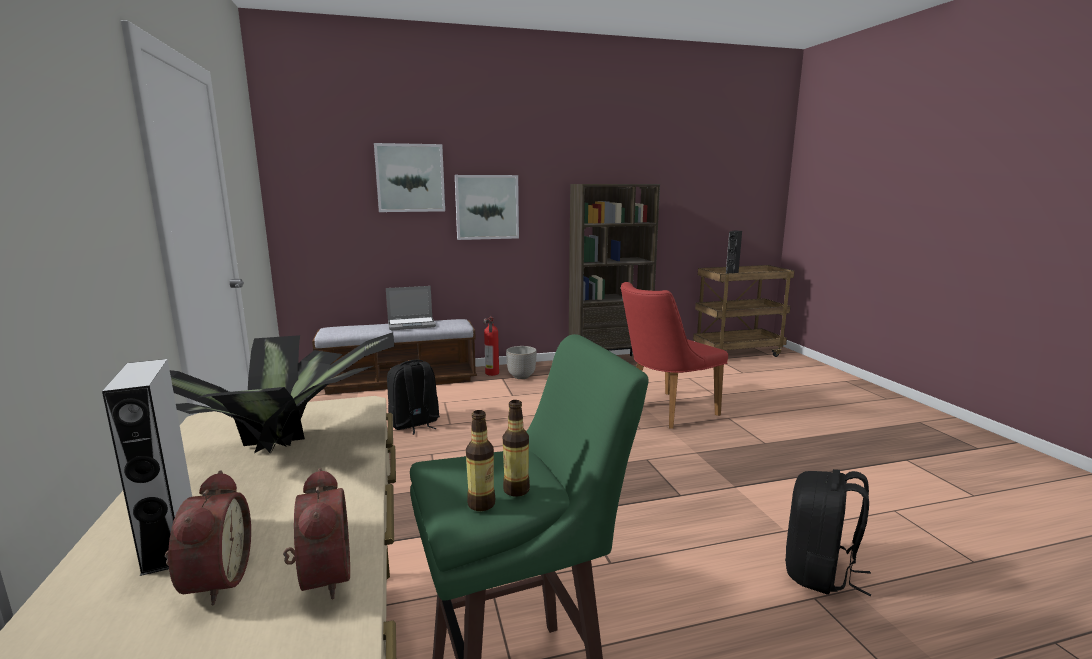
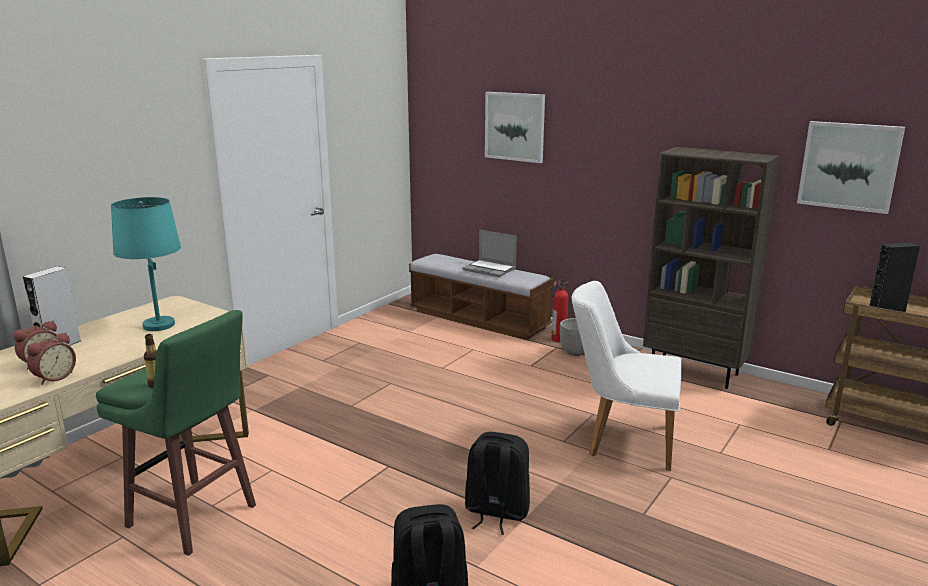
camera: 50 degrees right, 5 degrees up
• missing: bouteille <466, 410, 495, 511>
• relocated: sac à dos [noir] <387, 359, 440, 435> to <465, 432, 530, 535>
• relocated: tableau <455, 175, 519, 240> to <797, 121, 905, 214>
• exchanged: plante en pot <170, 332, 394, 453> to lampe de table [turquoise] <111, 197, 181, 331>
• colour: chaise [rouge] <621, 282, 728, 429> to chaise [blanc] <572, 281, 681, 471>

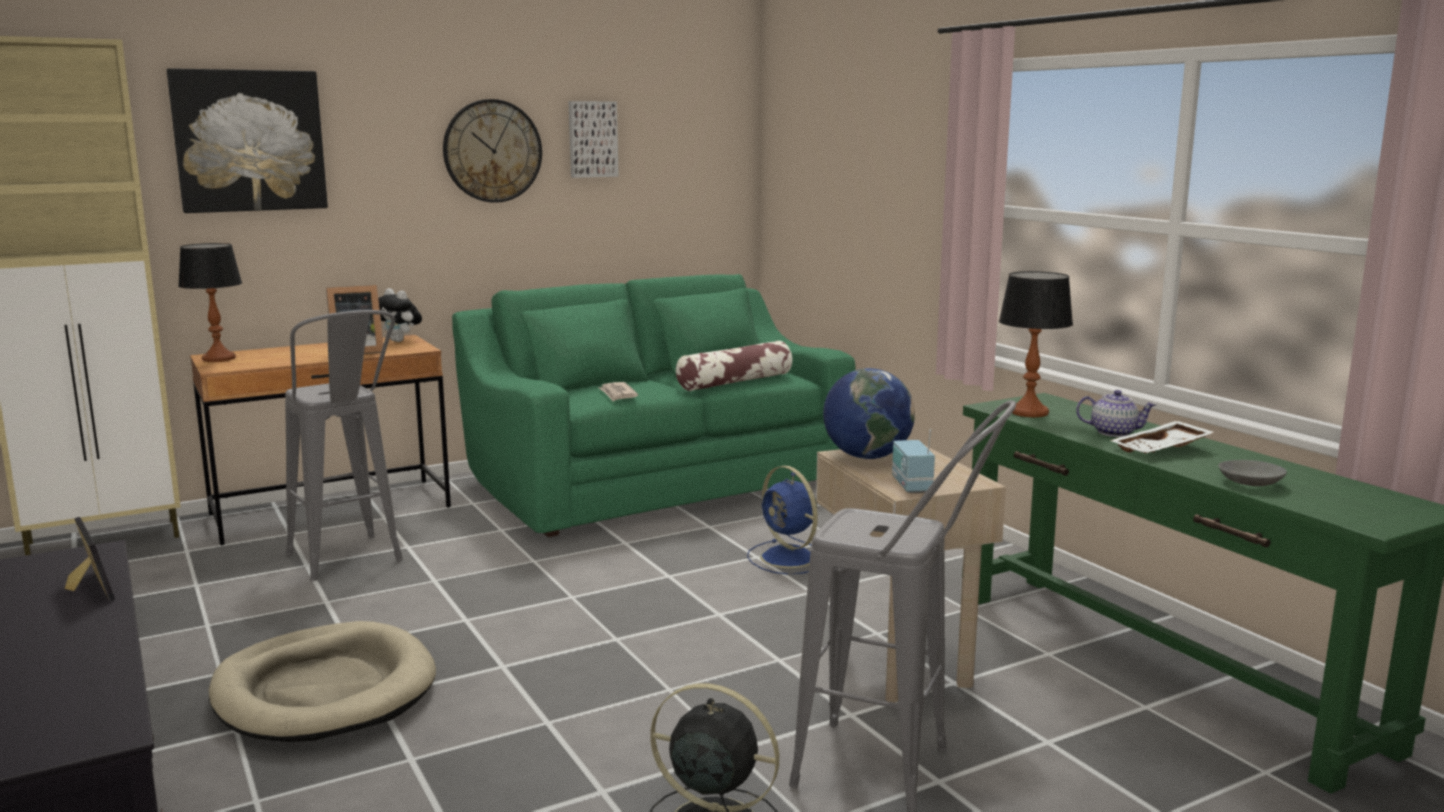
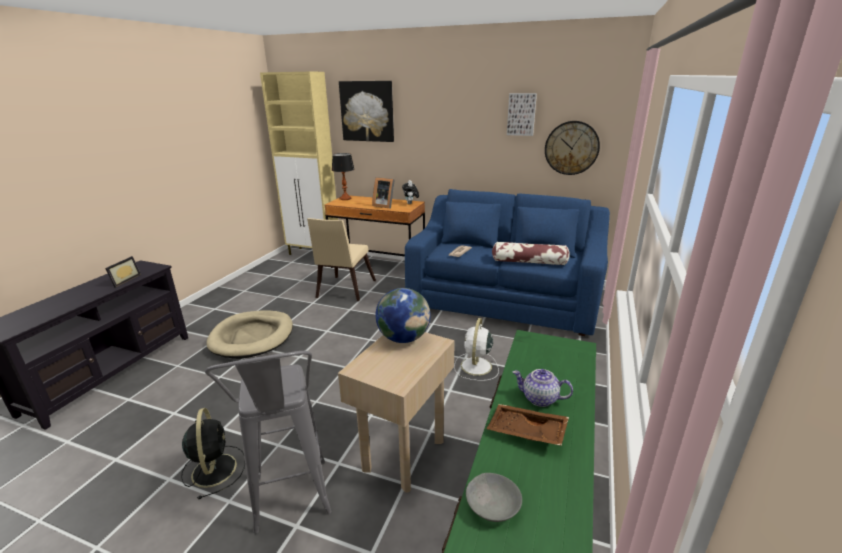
camera: 50 degrees right, 10 degrees up
• missing: radio <892, 429, 935, 493>
• missing: lampe de table <999, 271, 1073, 417>
• relocated: horloge murale <443, 99, 542, 203> to <545, 121, 600, 175>
• exchanged: tabouret [gris] <285, 310, 403, 581> to chaise [beige] <307, 218, 376, 301>
• colour: canapé [vert] <452, 274, 856, 537> to canapé [bleu] <405, 189, 610, 336>
• colour: ventilateur [bleu] <747, 466, 818, 574> to ventilateur [blanc] <454, 318, 499, 381>
• colour: plateau [blanc] <1110, 421, 1215, 454> to plateau [marron] <487, 404, 569, 446>
• spun: théière <1076, 390, 1157, 437> = <513, 369, 573, 407> 135 degrees clockwise

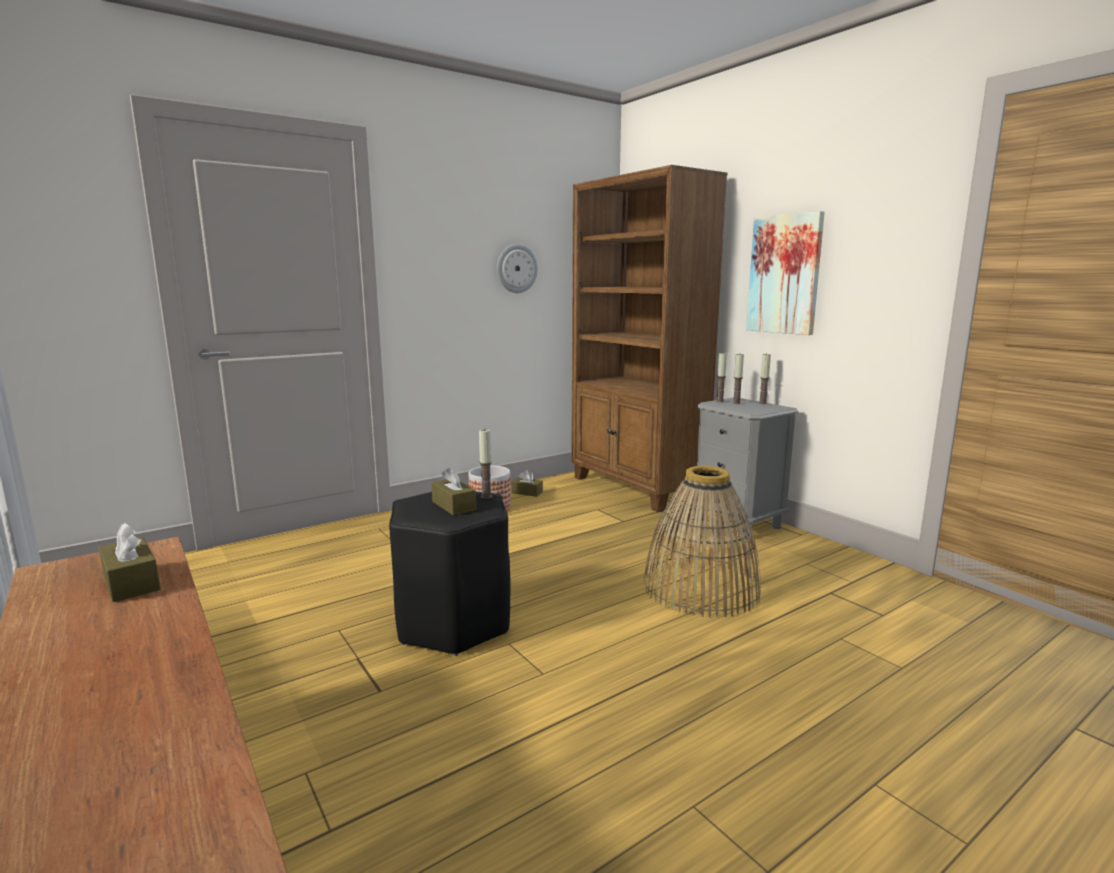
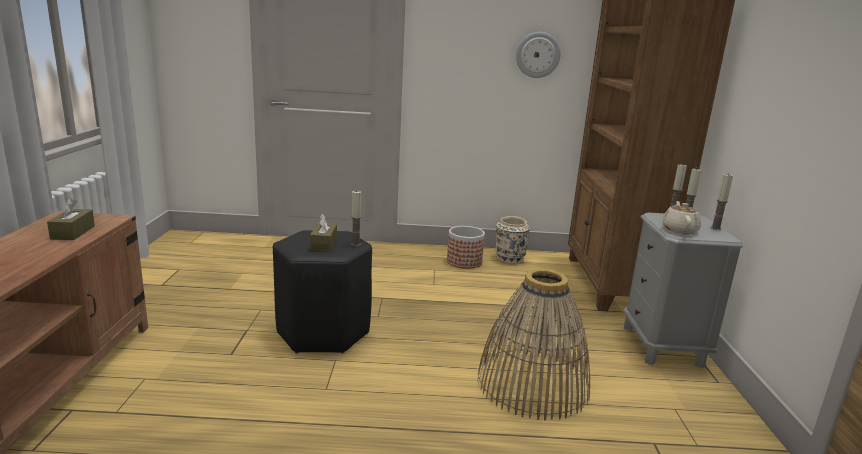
camera: 35 degrees right, 5 degrees up
• missing: tableau <746, 211, 825, 335>
• appeared: théière [beige] <663, 201, 701, 234>
• exchanged: boîte à mouchoirs [marron] <511, 470, 543, 497> to vase [beige] <495, 216, 530, 264>

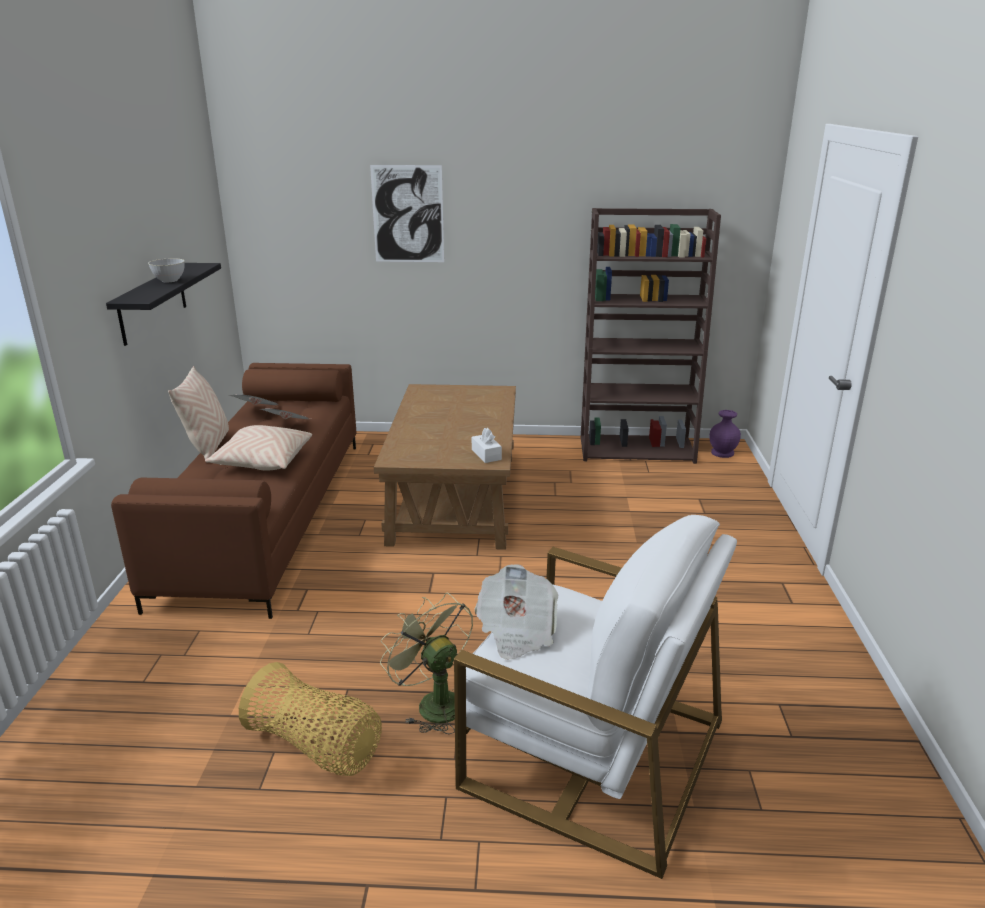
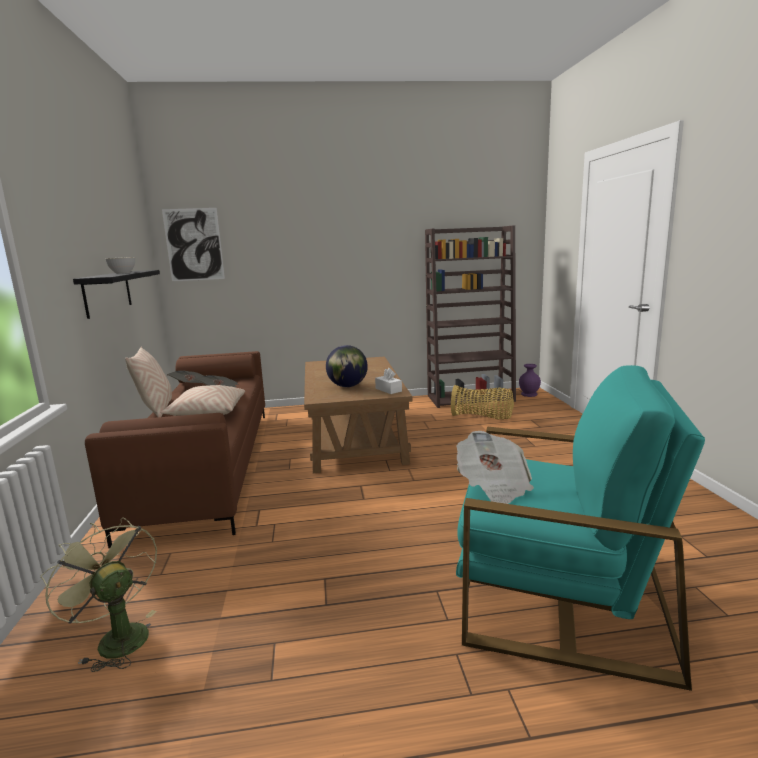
camera: 10 degrees left, 10 degrees down
• appeared: globe <326, 345, 368, 387>
• relocated: panier <239, 662, 382, 776> to <451, 385, 514, 419>
• relocated: tableau <370, 165, 444, 262> to <162, 208, 225, 281>
• relocated: ventilateur [vert] <380, 593, 473, 734> to <40, 518, 157, 672>
• colour: fauteuil [blanc] <454, 515, 737, 879> to fauteuil [turquoise] <456, 365, 705, 691>

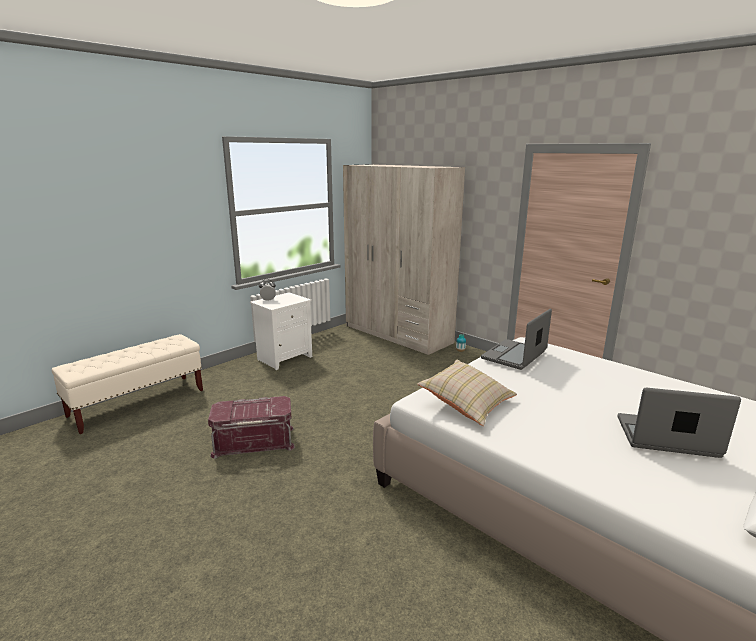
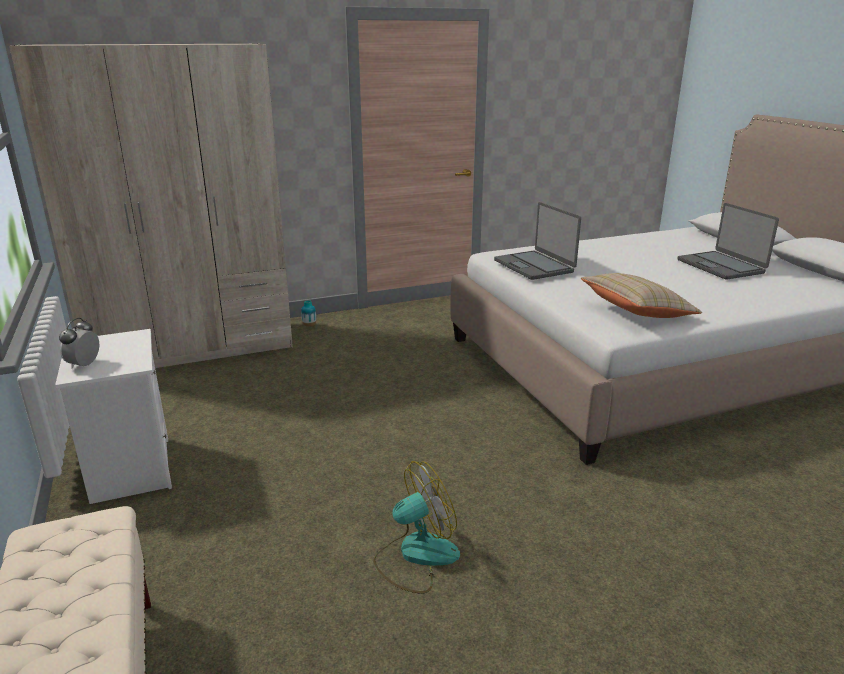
camera: 65 degrees left, 5 degrees up
• exchanged: boîte de rangement [rouge] <208, 396, 295, 459> to ventilateur <373, 461, 460, 594>
• spun: ordinateur portable <617, 388, 741, 458> = <677, 203, 779, 280> 60 degrees counterclockwise

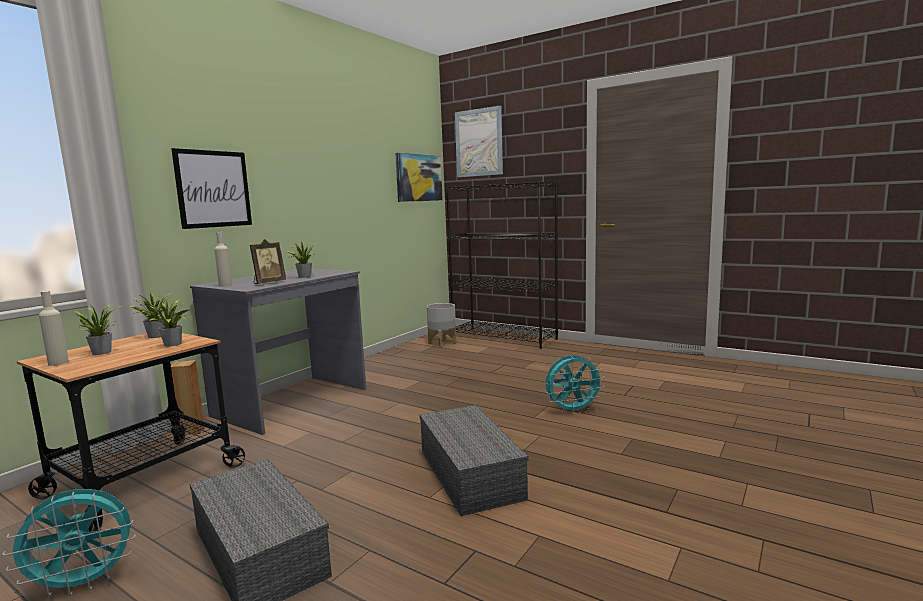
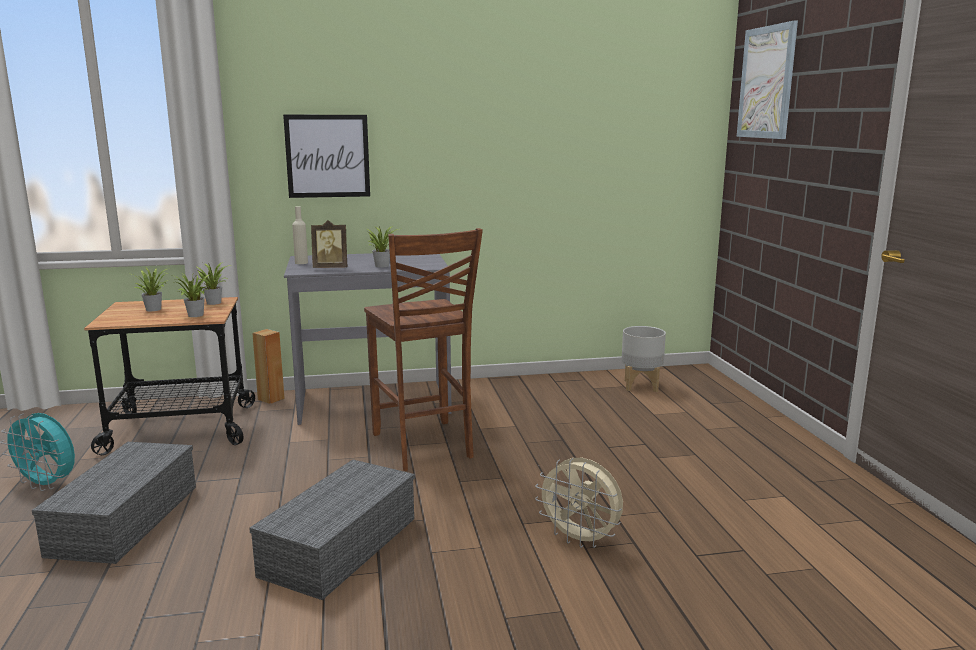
camera: 45 degrees right, 5 degrees up
• missing: bouteille [beige] <39, 291, 69, 366>
• missing: tableau <395, 153, 443, 202>
• missing: bibliothèque [noir] <446, 181, 558, 349>
• appeared: chaise [marron] <364, 228, 483, 471>
• colour: ventilateur [turquoise] <546, 355, 604, 415> to ventilateur [beige] <535, 458, 623, 548>

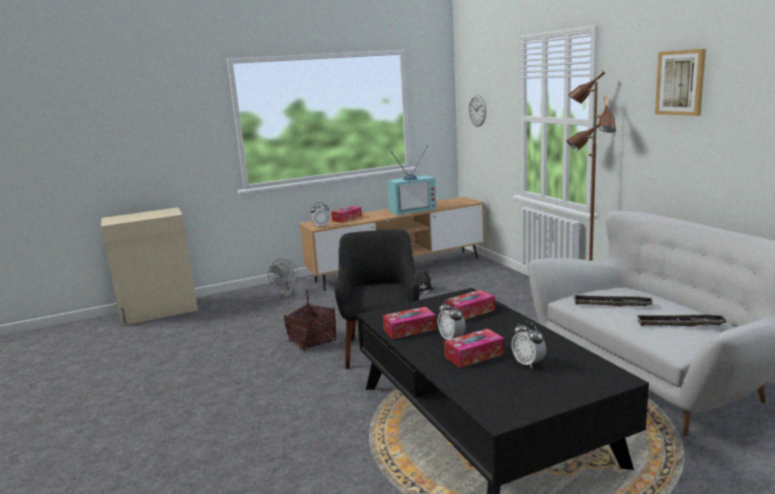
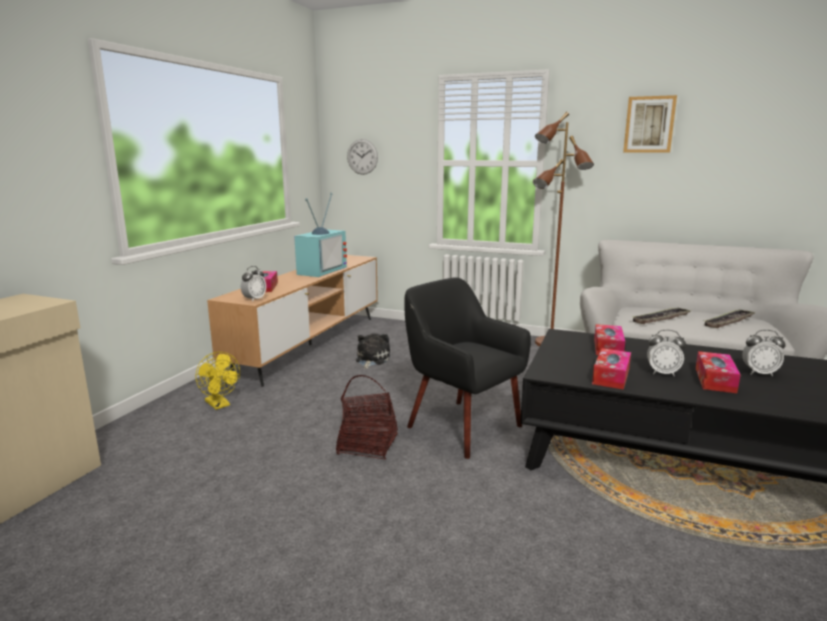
camera: 45 degrees left, 0 degrees up
• colour: ventilateur [gris] <268, 259, 299, 298> to ventilateur [jaune] <195, 352, 240, 410>

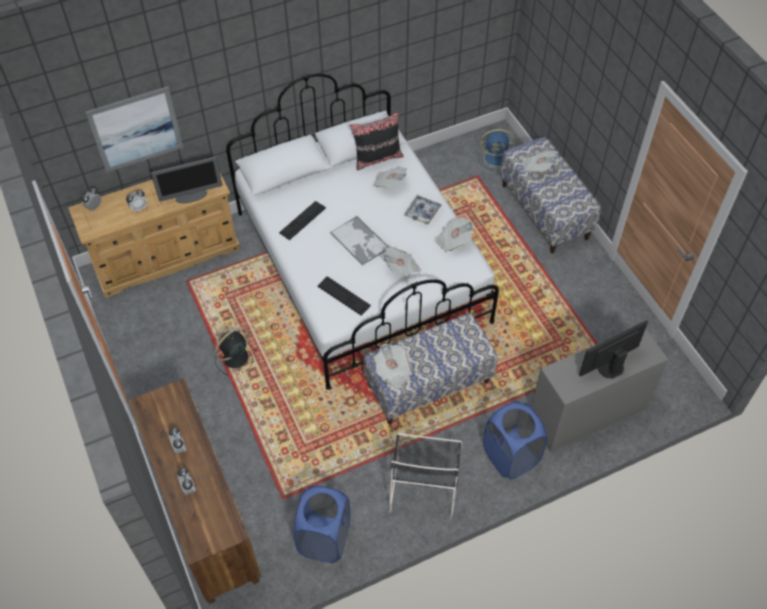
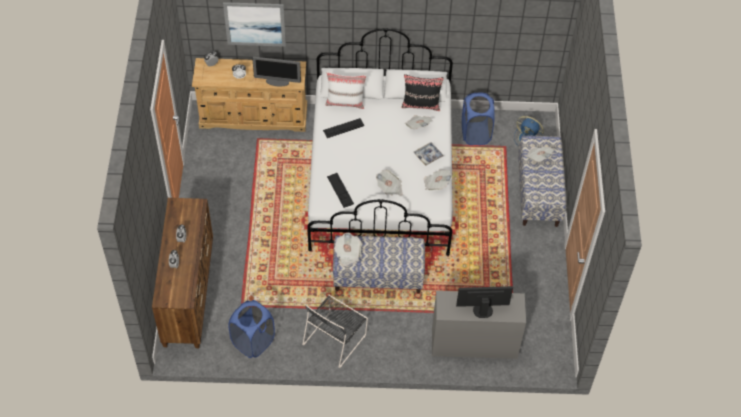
camera: 25 degrees right, 0 degrees up
• missing: ventilateur [noir] <215, 327, 257, 376>
• missing: plateau <330, 216, 389, 266>
• appeared: coussin [blanc] <325, 72, 366, 109>
• relocated: panier à linge [bleu] <483, 401, 547, 479> to <462, 93, 494, 145>

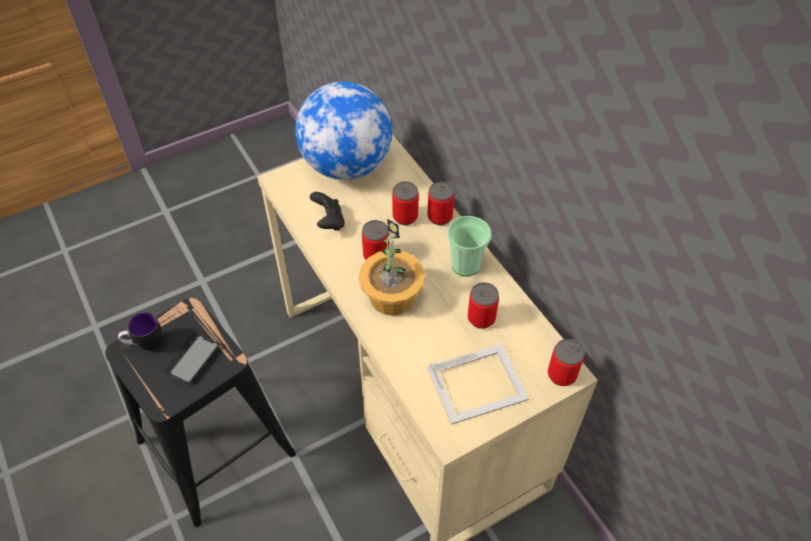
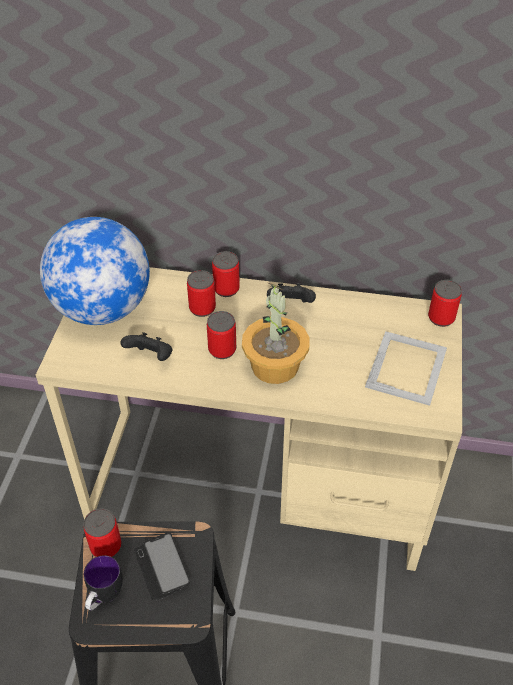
camera: 50 degrees left, 5 degrees down
• relocated: boîte métallique <468, 282, 499, 329> to <84, 508, 122, 557>
• exchanged: tasse <447, 216, 491, 276> to manette [noir] <267, 283, 316, 303>

